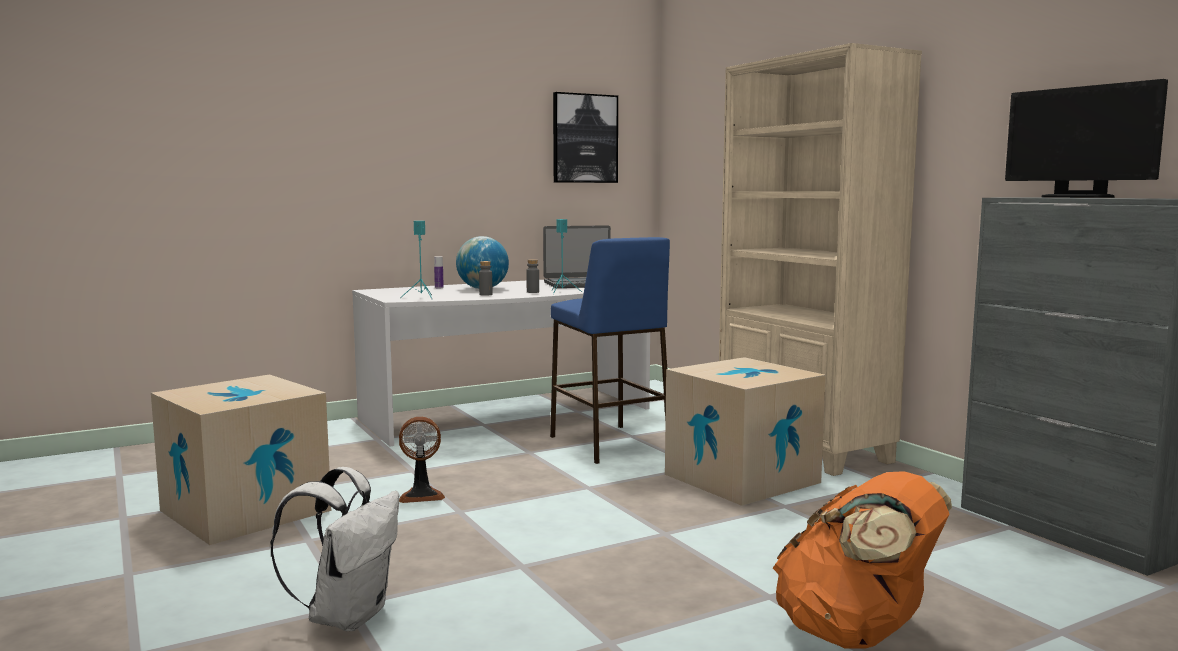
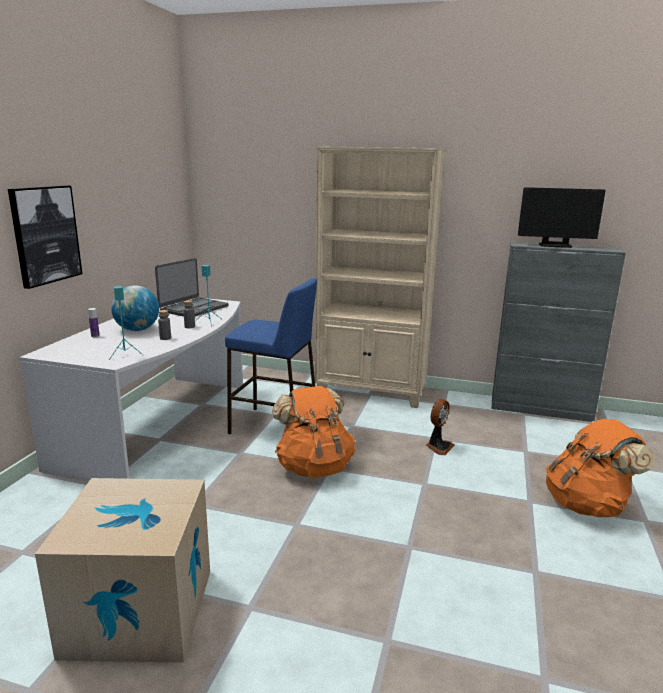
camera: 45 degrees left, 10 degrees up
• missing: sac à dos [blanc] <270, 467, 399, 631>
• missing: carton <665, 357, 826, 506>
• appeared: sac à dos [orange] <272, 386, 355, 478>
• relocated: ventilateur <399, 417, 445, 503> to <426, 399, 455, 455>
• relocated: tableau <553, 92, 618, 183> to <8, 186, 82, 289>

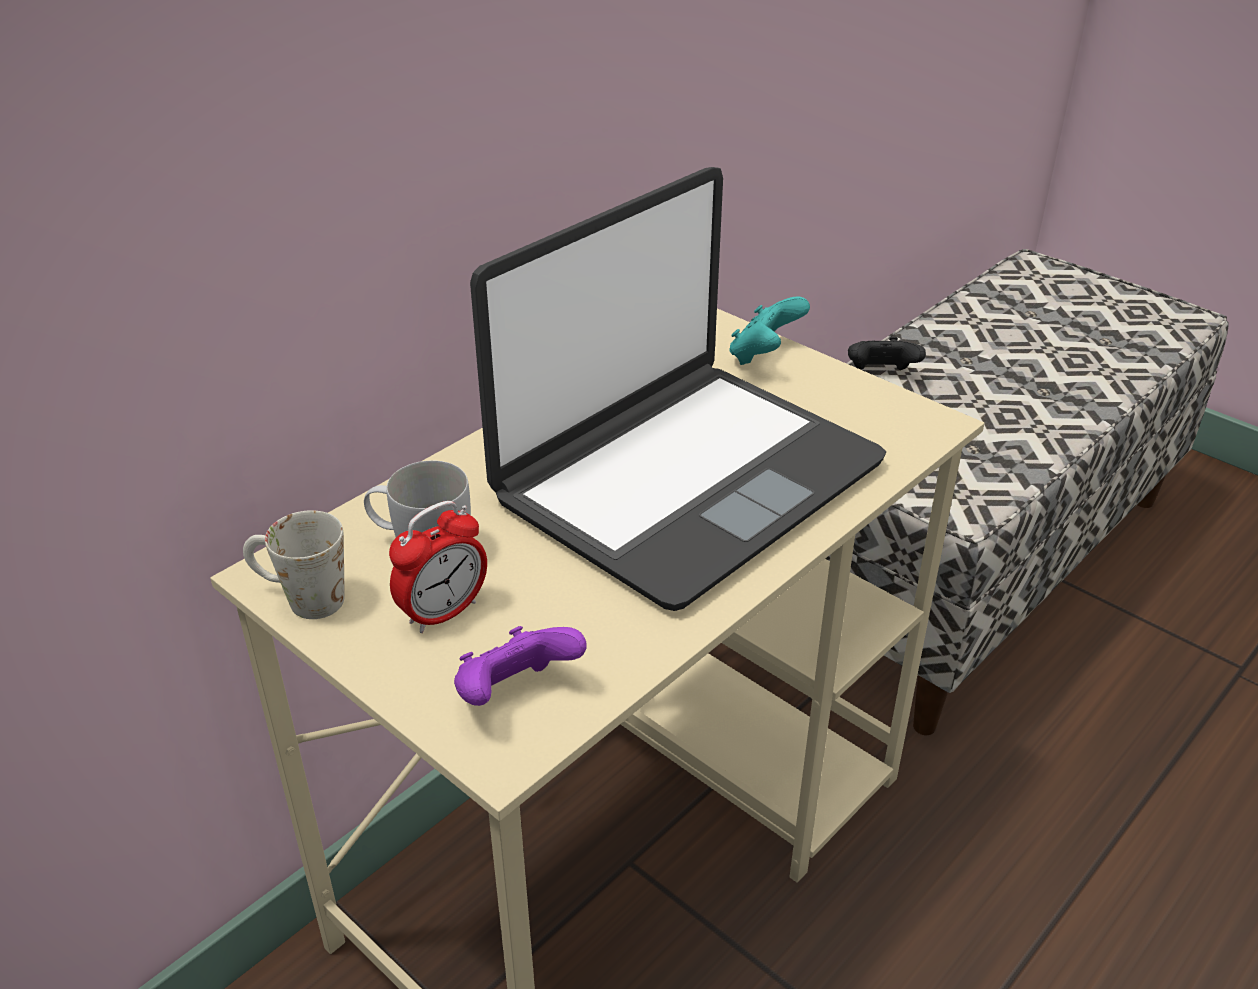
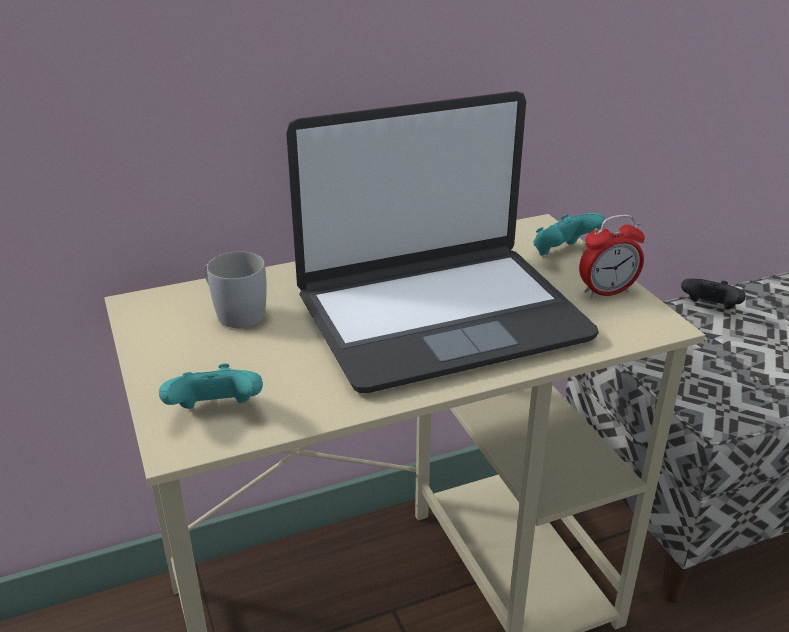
camera: 25 degrees right, 5 degrees down
• missing: mug [blanc] <243, 510, 345, 619>
• relocated: réveil <389, 501, 487, 633> to <579, 215, 645, 298>
• colour: manette [violet] <454, 626, 587, 706> to manette [turquoise] <159, 363, 263, 409>

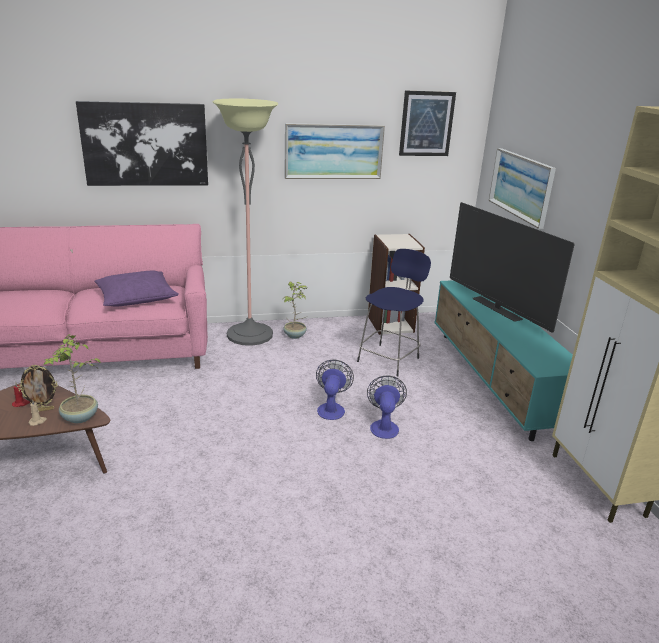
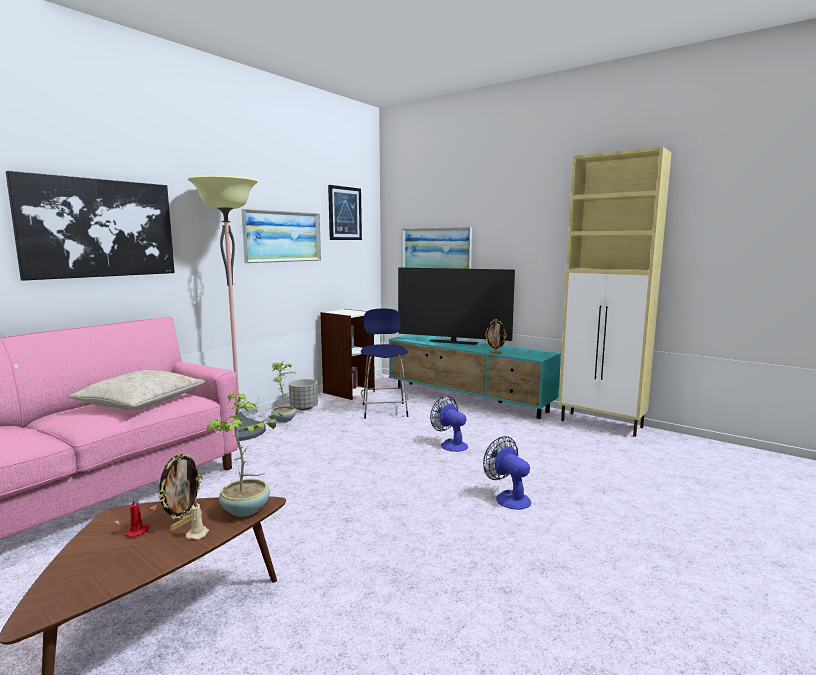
camera: 40 degrees left, 15 degrees down
• appeared: cache-pot [gris] <289, 379, 318, 410>
• appeared: cadre photo <485, 319, 507, 354>
• relocated: ventilateur <316, 360, 354, 420> to <483, 436, 531, 510>
• colour: coussin [violet] <94, 271, 179, 307> to coussin [beige] <69, 370, 205, 410>

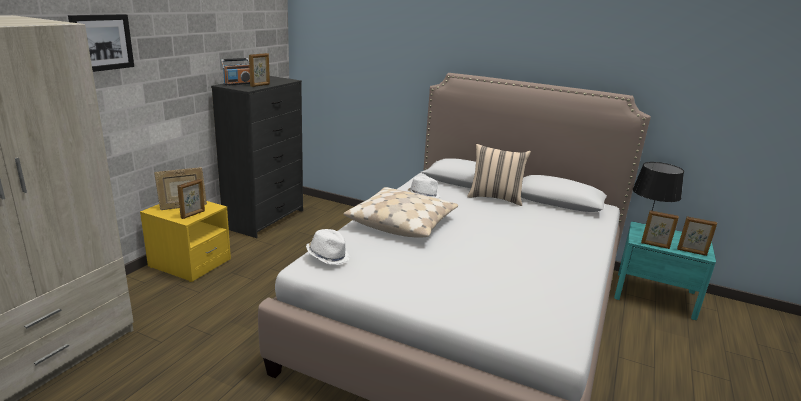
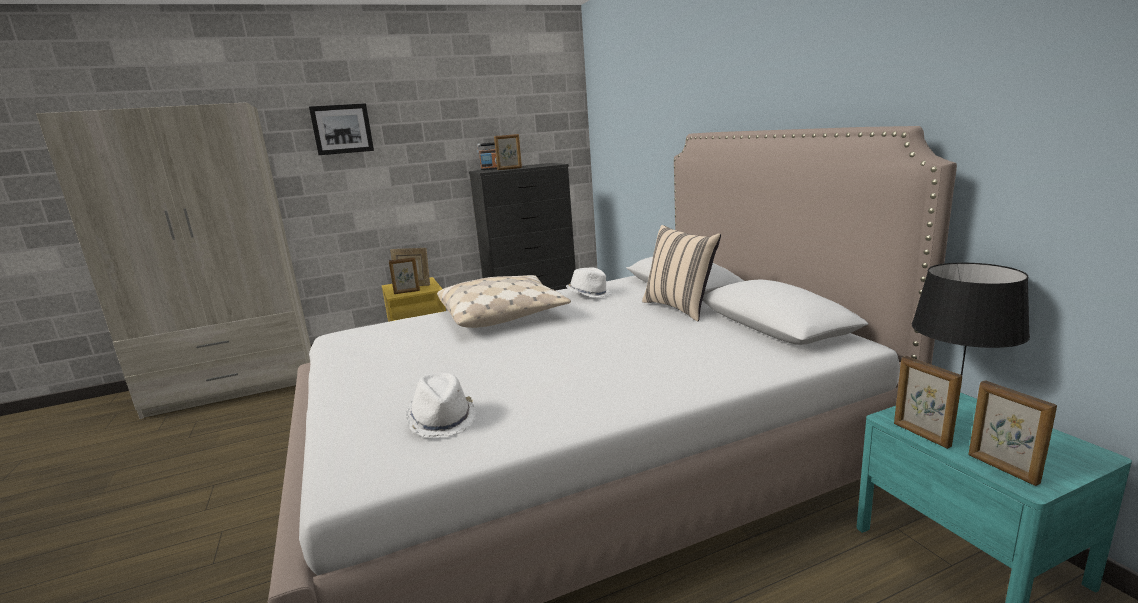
camera: 45 degrees right, 5 degrees down
• relocated: chapeau [blanc] <306, 229, 350, 265> to <406, 373, 477, 438>

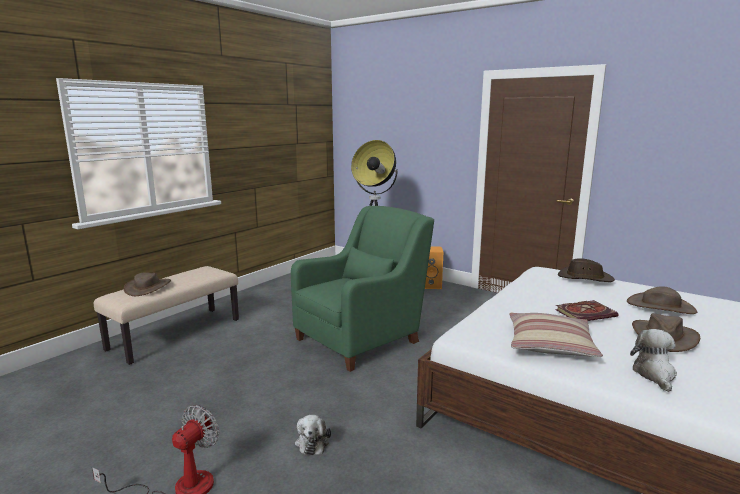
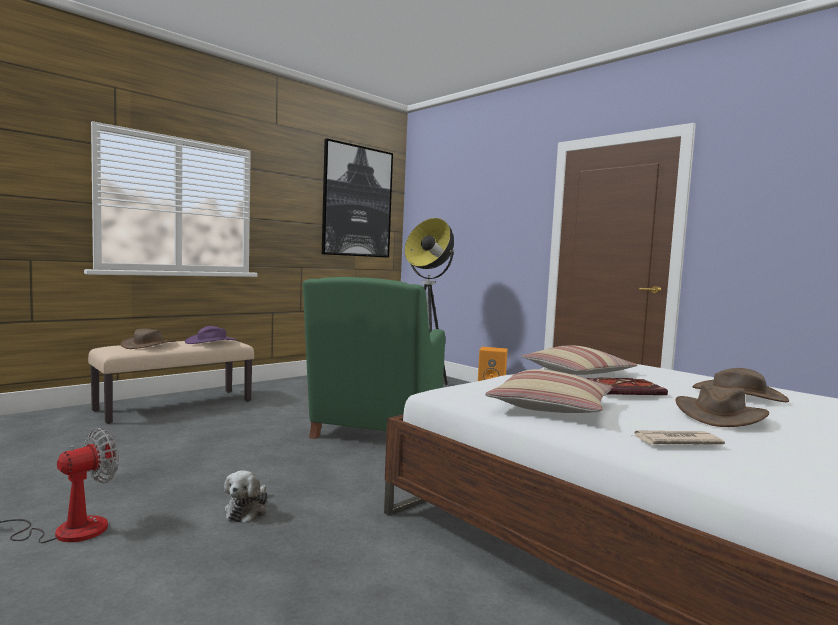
camera: 10 degrees right, 10 degrees down
• missing: chapeau [marron] <558, 258, 615, 282>
• appeared: chapeau [violet] <185, 326, 238, 344>
• appeared: tableau <322, 139, 393, 258>
• appeared: coussin <521, 345, 638, 375>
• exchanged: peluche <630, 329, 677, 392> to journal <634, 430, 725, 444>
• spun: fauteuil [vert] <291, 206, 434, 372> = <303, 277, 445, 439> 135 degrees clockwise

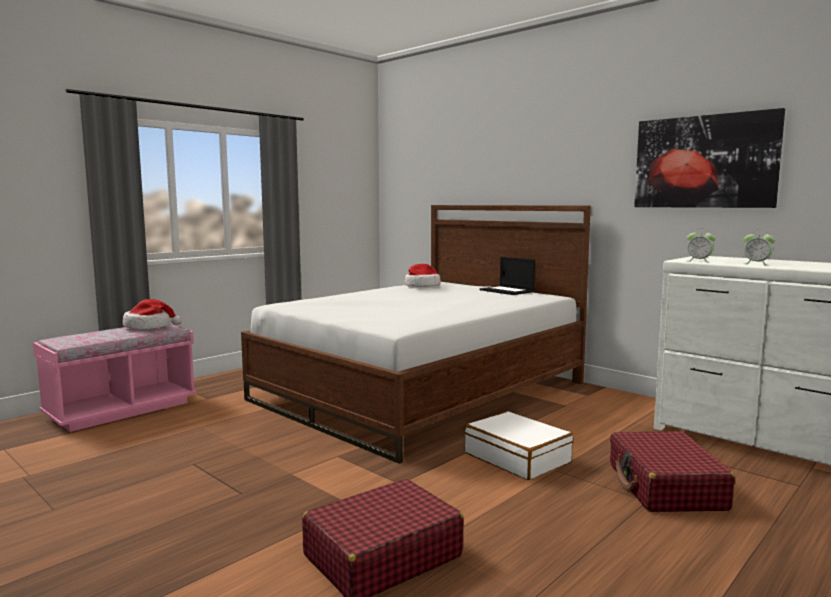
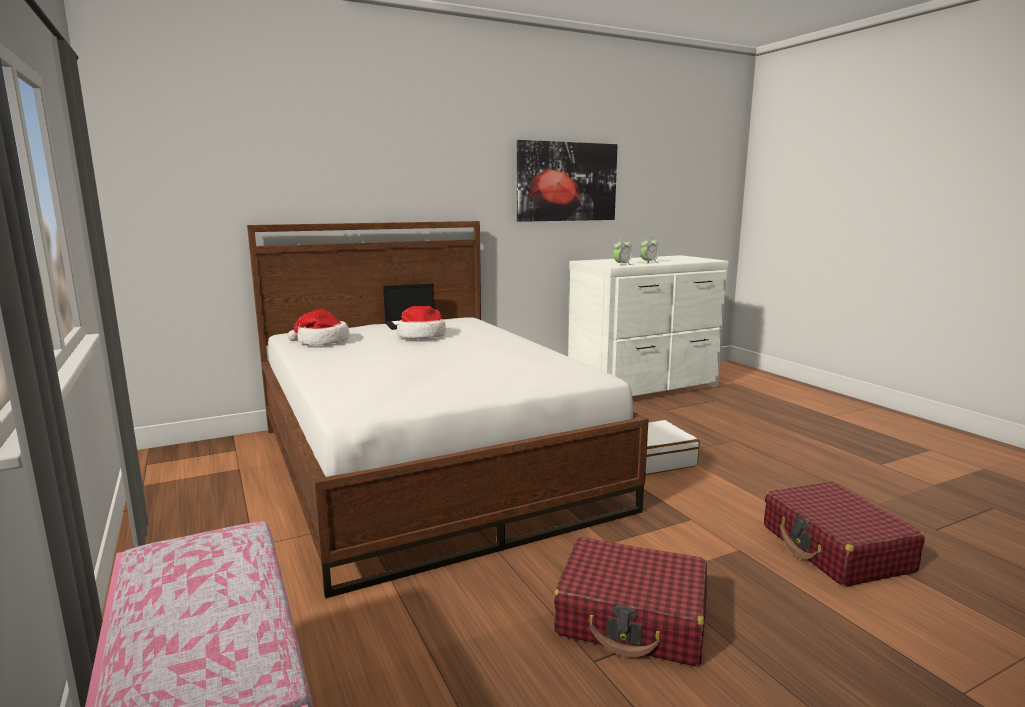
camera: 70 degrees left, 5 degrees up
• relocated: chapeau <123, 299, 182, 330> to <397, 306, 446, 339>
• relocated: valise [rouge] <610, 431, 735, 512> to <553, 537, 707, 666>

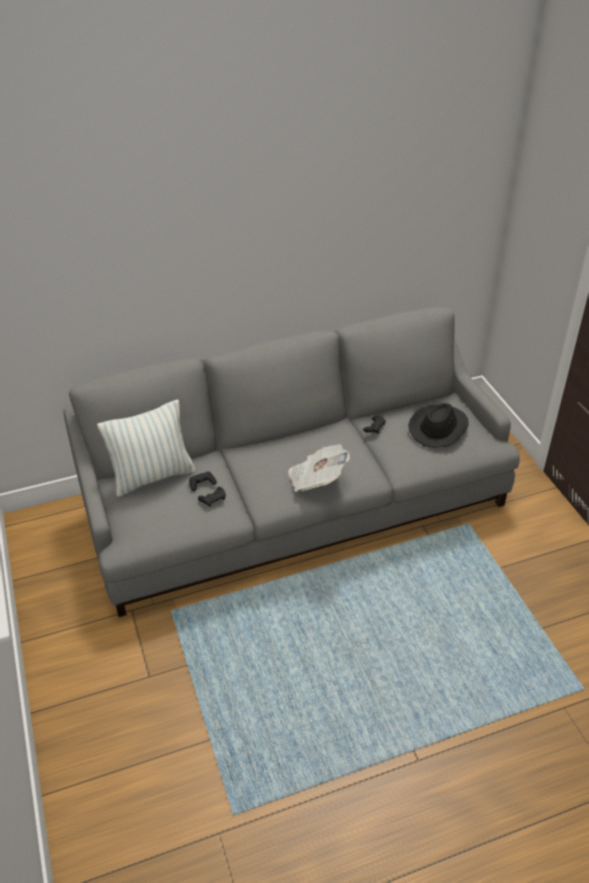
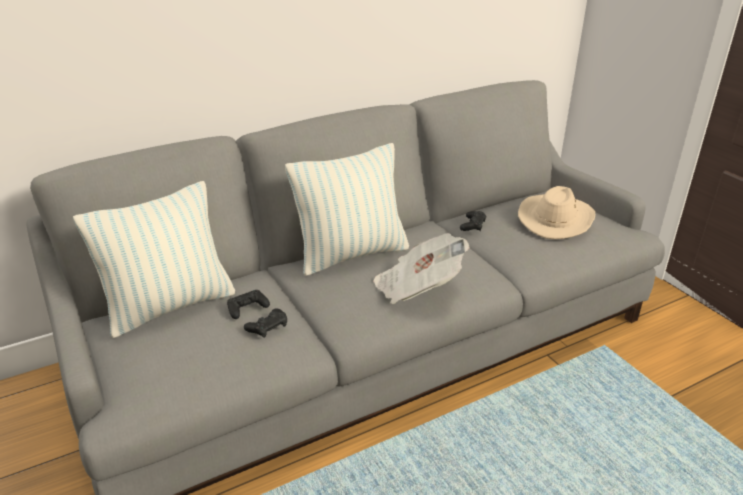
camera: 10 degrees left, 10 degrees down
• appeared: coussin <285, 143, 409, 276>
• colour: chapeau [noir] <408, 403, 469, 448> to chapeau [beige] <518, 186, 595, 239>

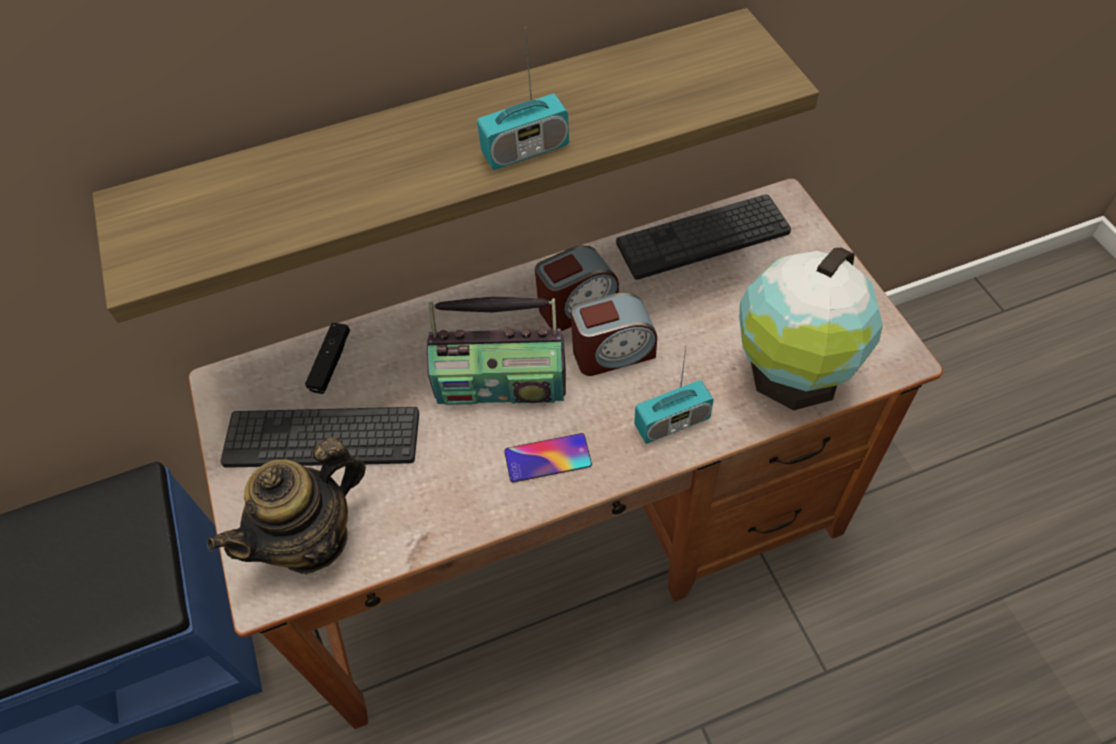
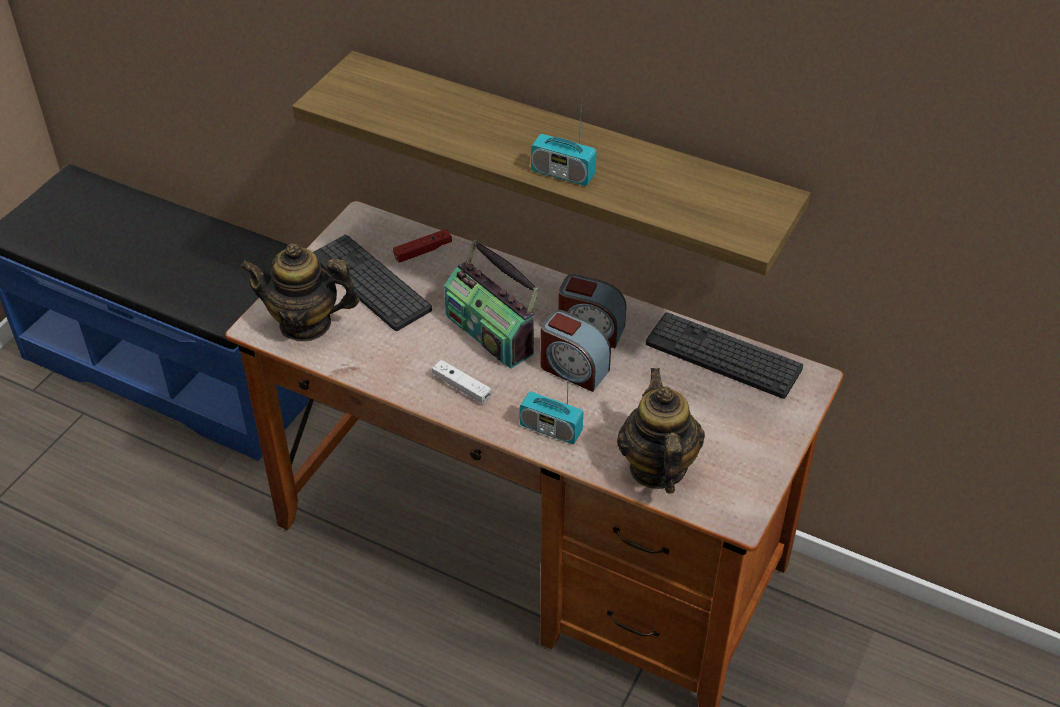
camera: 45 degrees right, 10 degrees down
• exchanged: téléphone <504, 433, 592, 483> to manette [blanc] <432, 360, 491, 404>
• exchanged: globe <739, 248, 883, 411> to théière <617, 368, 705, 494>
• colour: manette [noir] <305, 323, 350, 394> to manette [rouge] <393, 229, 452, 263>

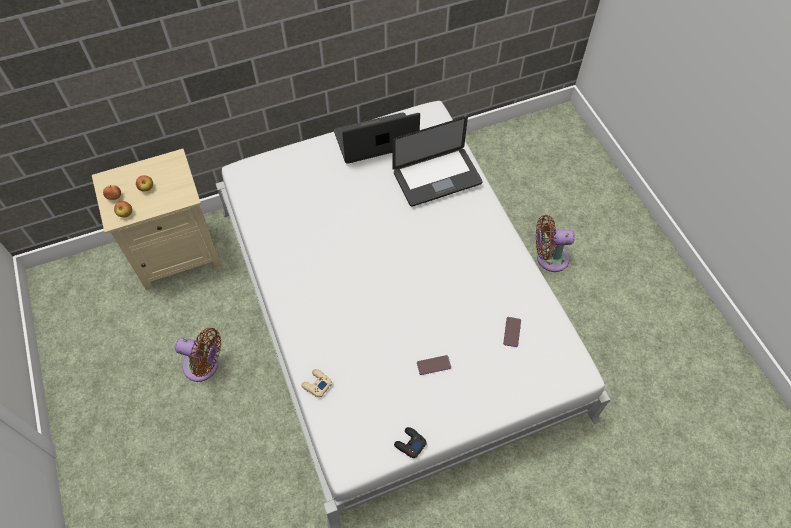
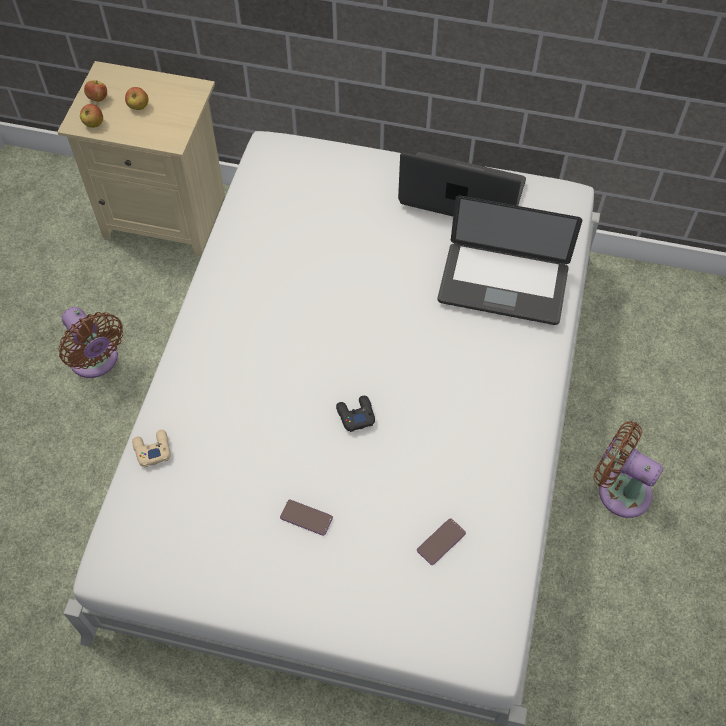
camera: 35 degrees right, 0 degrees up
• relocated: manette [noir] <394, 427, 426, 458> to <336, 396, 375, 432>

